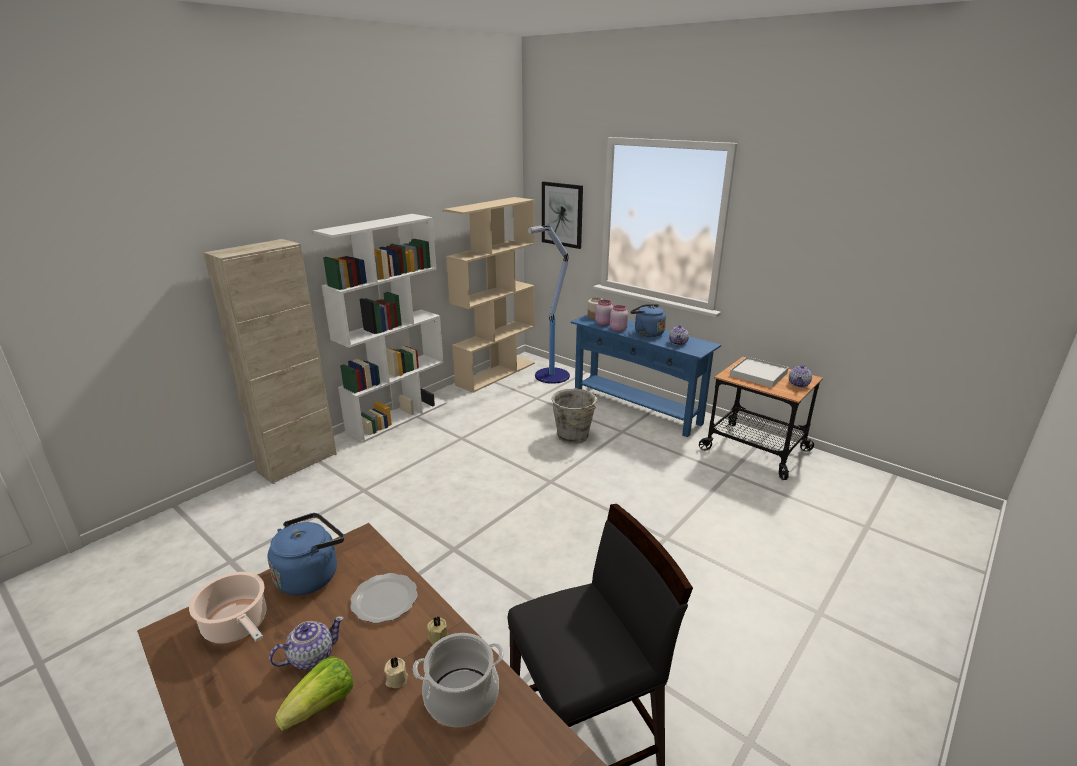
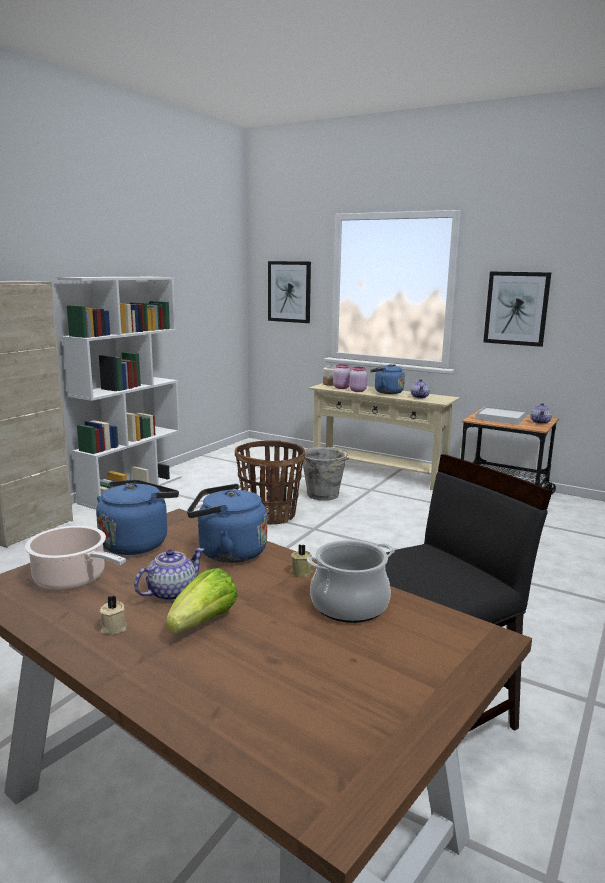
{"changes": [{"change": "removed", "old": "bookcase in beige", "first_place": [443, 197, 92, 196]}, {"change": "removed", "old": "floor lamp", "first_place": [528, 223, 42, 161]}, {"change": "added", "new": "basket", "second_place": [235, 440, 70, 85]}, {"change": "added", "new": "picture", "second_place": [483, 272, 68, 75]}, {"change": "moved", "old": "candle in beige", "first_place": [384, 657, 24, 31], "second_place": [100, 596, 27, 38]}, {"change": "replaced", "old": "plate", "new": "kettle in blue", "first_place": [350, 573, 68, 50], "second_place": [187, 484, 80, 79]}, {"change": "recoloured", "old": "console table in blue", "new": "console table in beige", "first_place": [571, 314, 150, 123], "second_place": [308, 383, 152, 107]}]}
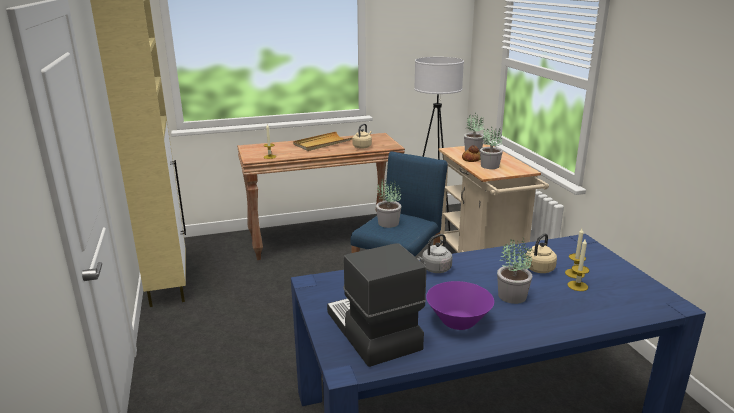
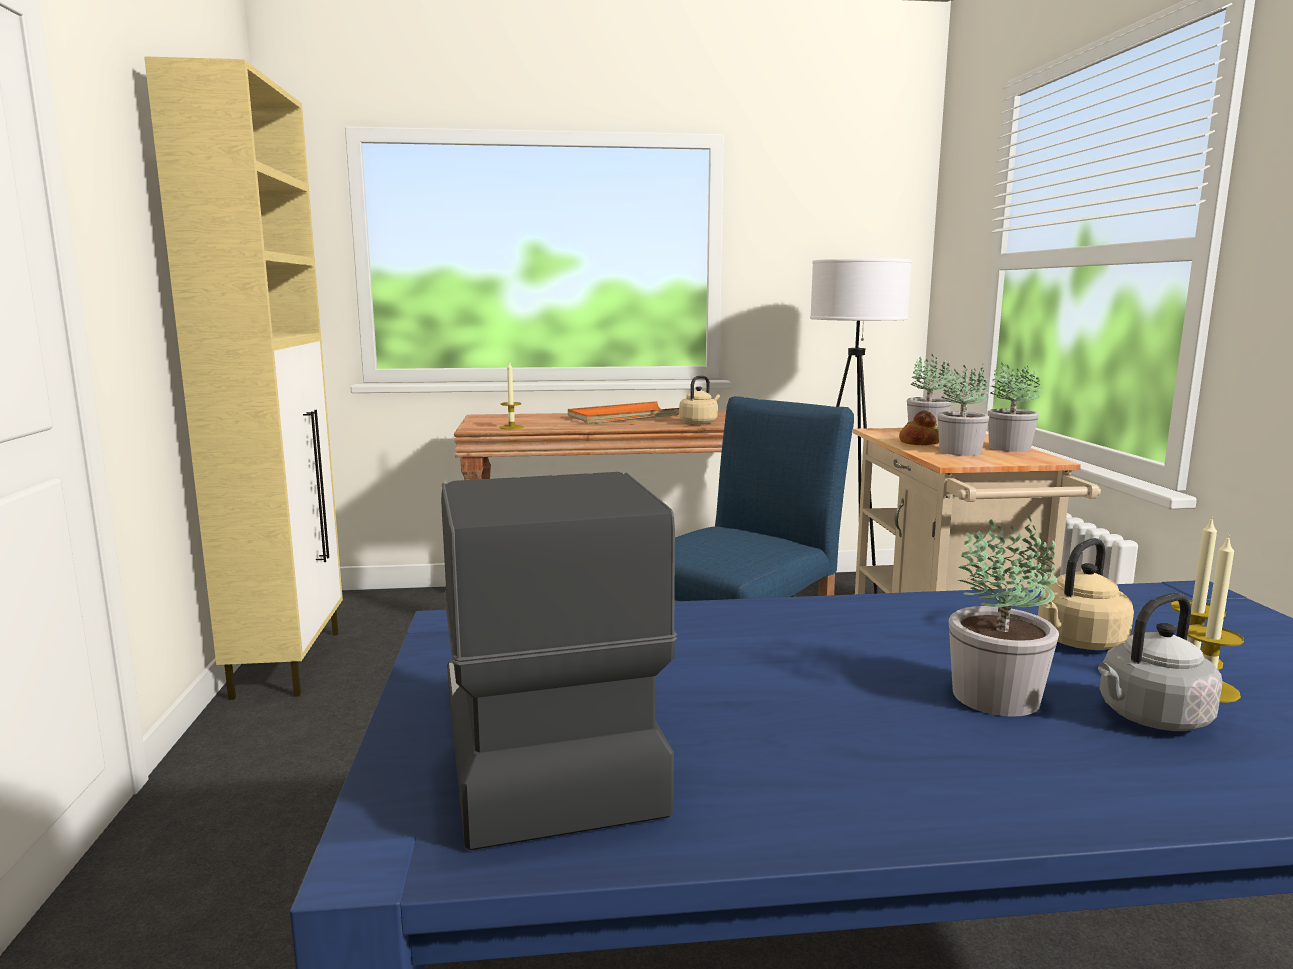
{"changes": [{"change": "removed", "old": "bowl in purple", "first_place": [426, 281, 68, 49]}, {"change": "moved", "old": "potted plant", "first_place": [376, 179, 26, 49], "second_place": [987, 361, 54, 91]}, {"change": "moved", "old": "kettle in grey", "first_place": [417, 234, 35, 39], "second_place": [1098, 593, 125, 138]}, {"change": "recoloured", "old": "tray in beige", "new": "tray in orange", "first_place": [293, 132, 60, 19], "second_place": [568, 401, 111, 23]}]}
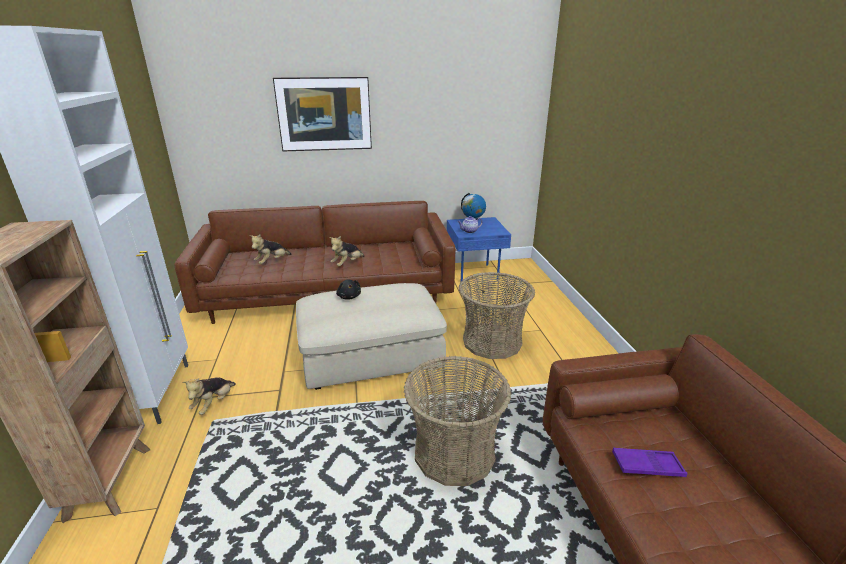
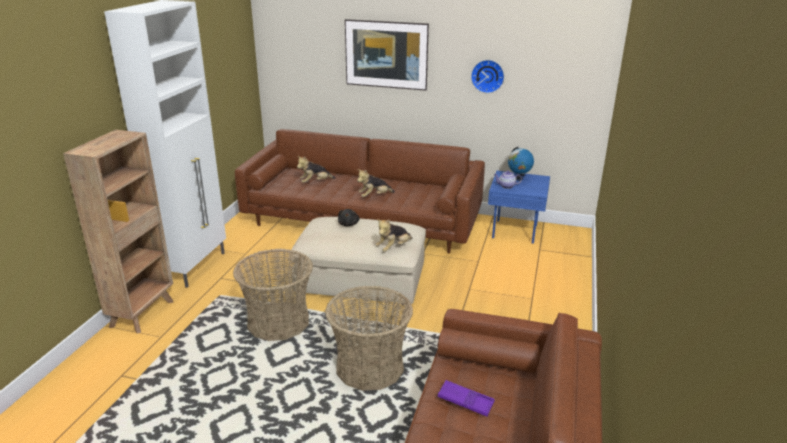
{"changes": [{"change": "added", "new": "wall clock", "second_place": [471, 60, 33, 33]}, {"change": "moved", "old": "plush toy", "first_place": [182, 377, 54, 38], "second_place": [375, 220, 37, 32]}, {"change": "moved", "old": "basket", "first_place": [459, 272, 76, 87], "second_place": [233, 249, 80, 92]}]}
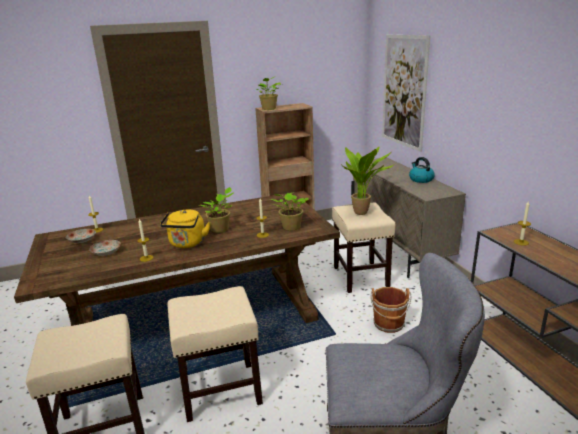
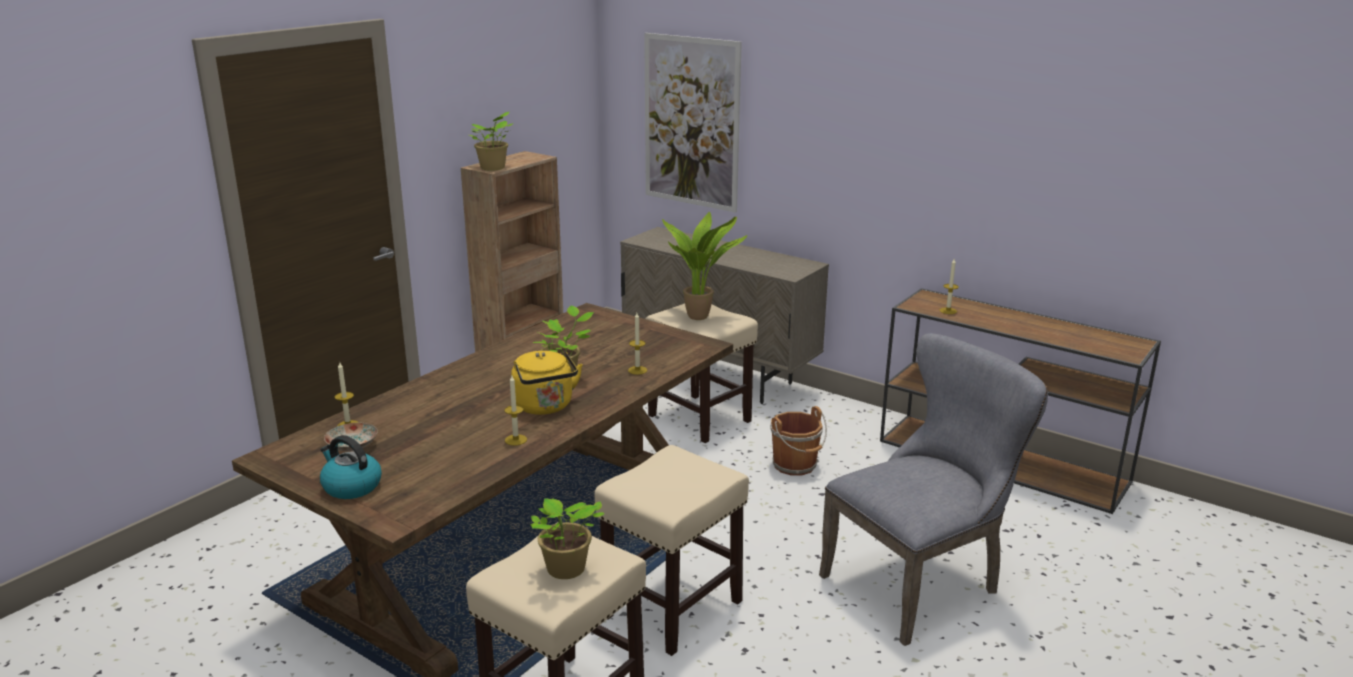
{"changes": [{"change": "removed", "old": "plate", "first_place": [89, 240, 32, 16]}, {"change": "moved", "old": "potted plant", "first_place": [270, 193, 39, 38], "second_place": [531, 498, 73, 81]}, {"change": "moved", "old": "kettle", "first_place": [409, 157, 26, 26], "second_place": [320, 435, 62, 64]}]}
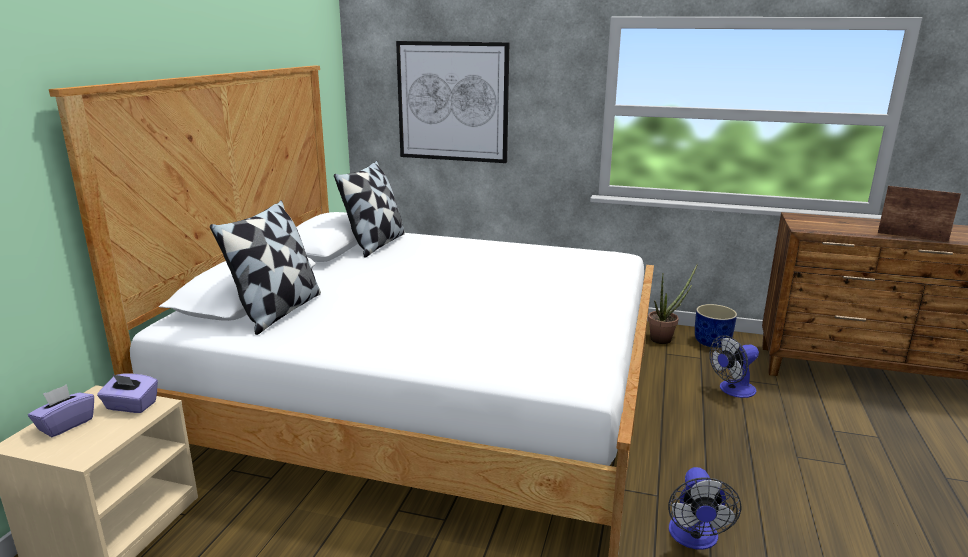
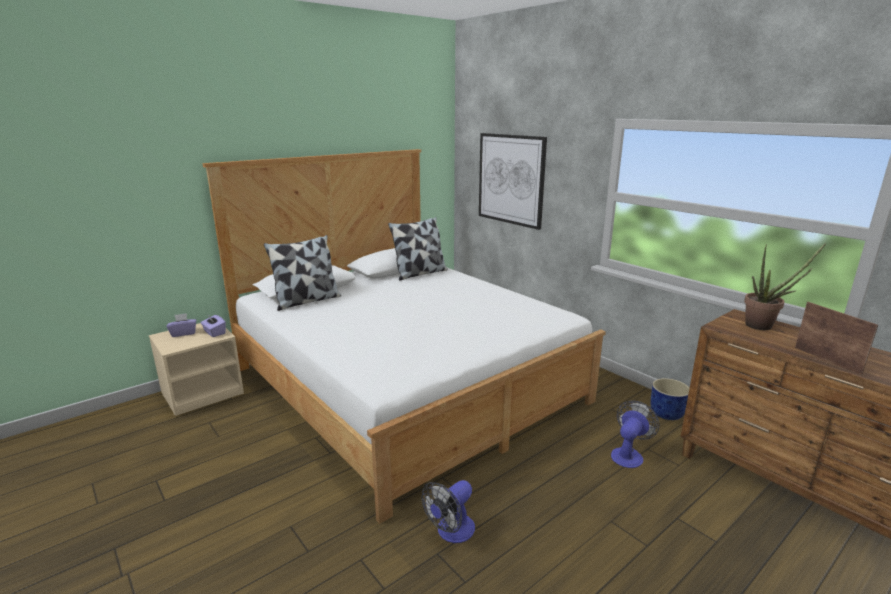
{"changes": [{"change": "moved", "old": "potted plant", "first_place": [648, 263, 50, 81], "second_place": [744, 243, 82, 87]}, {"change": "turned", "old": "fan", "first_place": [709, 335, 50, 63], "second_place": [611, 401, 48, 67], "degrees": 120}]}
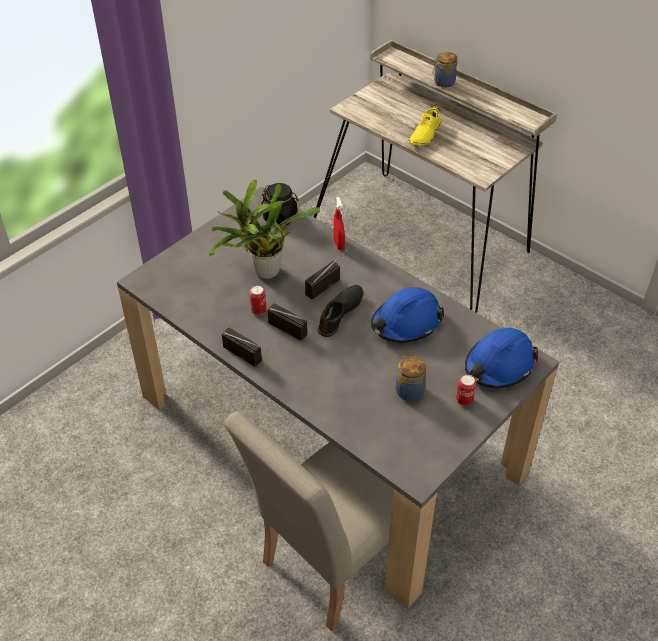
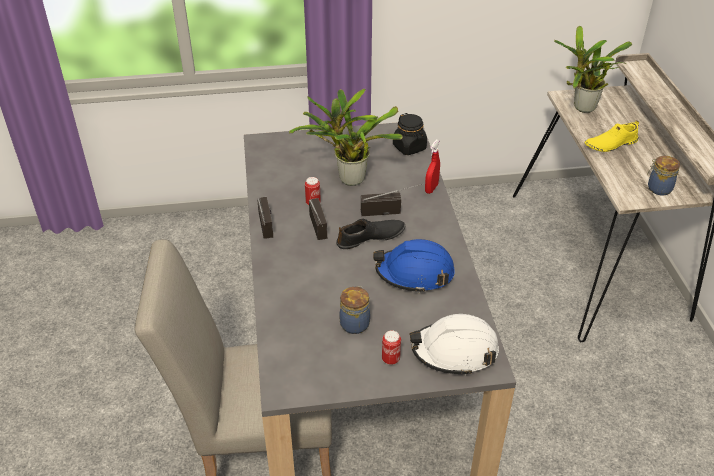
{"changes": [{"change": "added", "new": "potted plant", "second_place": [554, 26, 78, 87]}, {"change": "moved", "old": "jar", "first_place": [432, 52, 25, 36], "second_place": [647, 156, 33, 40]}, {"change": "recoloured", "old": "hard hat in blue", "new": "hard hat in white", "first_place": [465, 328, 73, 60], "second_place": [410, 314, 89, 62]}]}
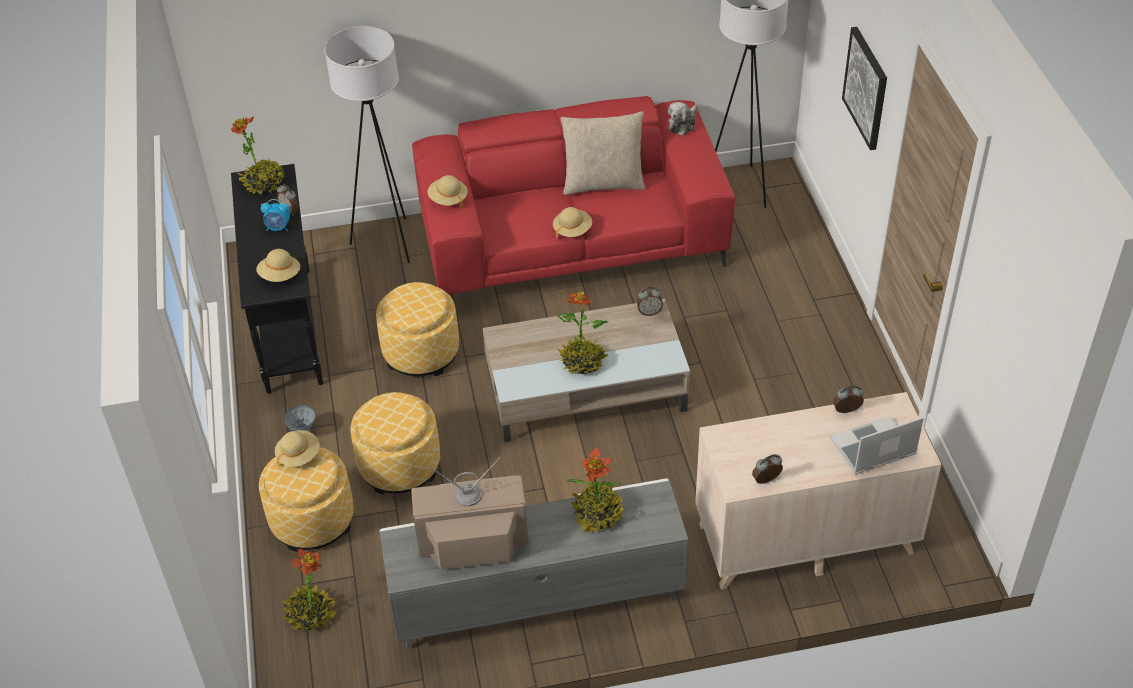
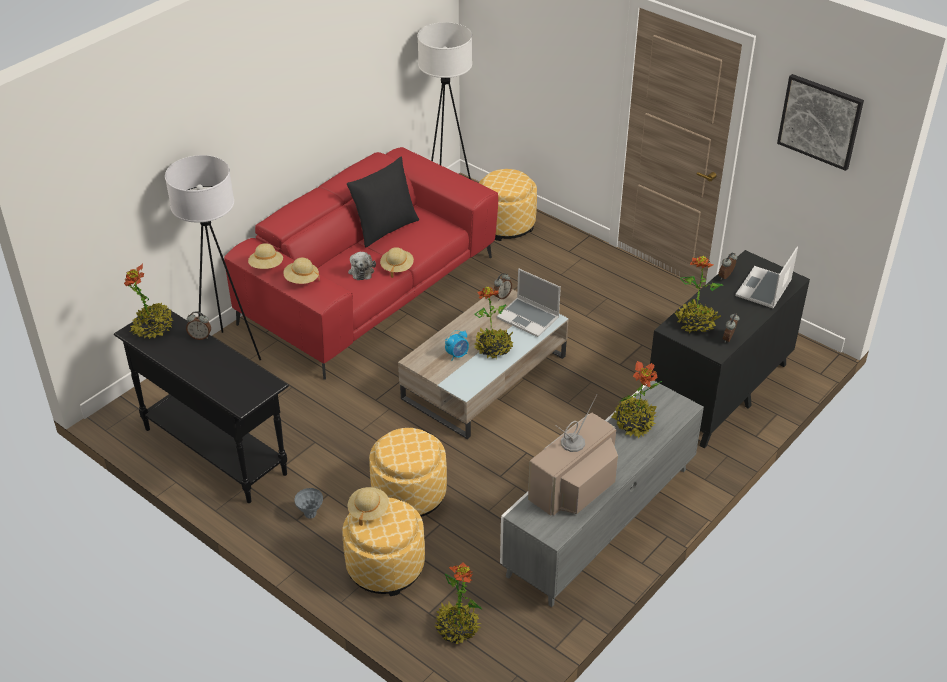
{"changes": [{"change": "added", "new": "laptop", "second_place": [496, 268, 65, 69]}, {"change": "added", "new": "potted plant", "second_place": [675, 256, 48, 77]}, {"change": "moved", "old": "hat in beige", "first_place": [256, 249, 44, 33], "second_place": [248, 243, 35, 26]}, {"change": "moved", "old": "alarm clock", "first_place": [261, 199, 29, 32], "second_place": [445, 330, 24, 31]}, {"change": "moved", "old": "ottoman", "first_place": [376, 282, 83, 94], "second_place": [479, 169, 58, 72]}, {"change": "moved", "old": "plush toy", "first_place": [668, 102, 30, 34], "second_place": [348, 252, 28, 28]}, {"change": "moved", "old": "picture", "first_place": [842, 27, 45, 123], "second_place": [777, 74, 87, 97]}, {"change": "recoloured", "old": "pillow in beige", "new": "pillow in black", "first_place": [561, 111, 85, 84], "second_place": [347, 157, 72, 90]}, {"change": "recoloured", "old": "dresser in beige", "new": "dresser in black", "first_place": [695, 392, 247, 198], "second_place": [650, 250, 160, 199]}]}
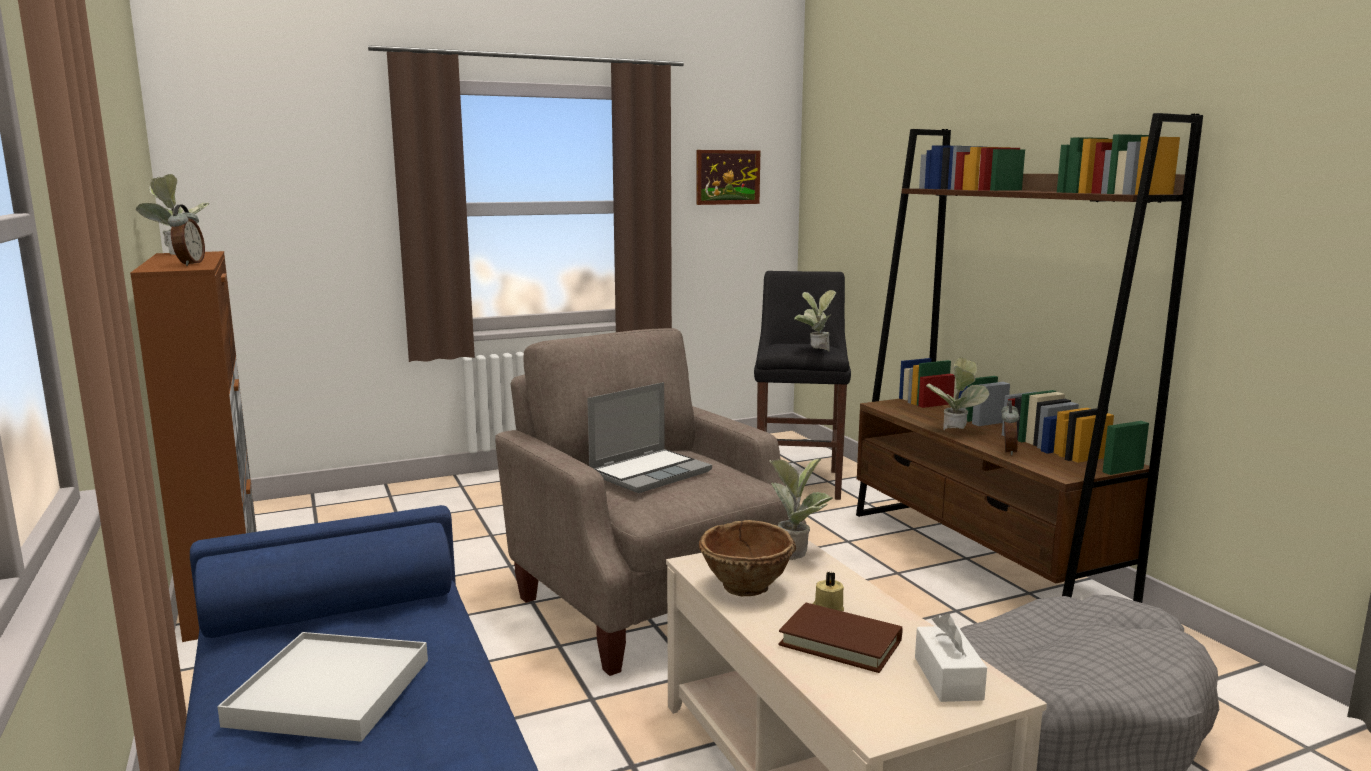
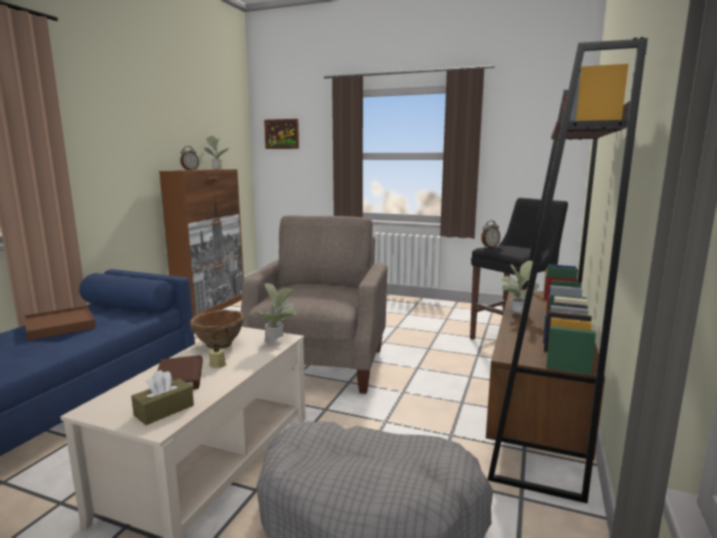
{"changes": [{"change": "removed", "old": "laptop", "first_place": [587, 382, 125, 111]}, {"change": "removed", "old": "potted plant", "first_place": [794, 290, 42, 61]}, {"change": "moved", "old": "picture", "first_place": [696, 150, 64, 55], "second_place": [264, 119, 35, 30]}, {"change": "moved", "old": "alarm clock", "first_place": [1001, 400, 19, 56], "second_place": [481, 220, 19, 28]}, {"change": "recoloured", "old": "tray in white", "new": "tray in brown", "first_place": [217, 632, 211, 110], "second_place": [24, 306, 72, 34]}, {"change": "recoloured", "old": "tissue box in white", "new": "tissue box in brown", "first_place": [915, 613, 72, 89], "second_place": [131, 370, 63, 55]}]}
